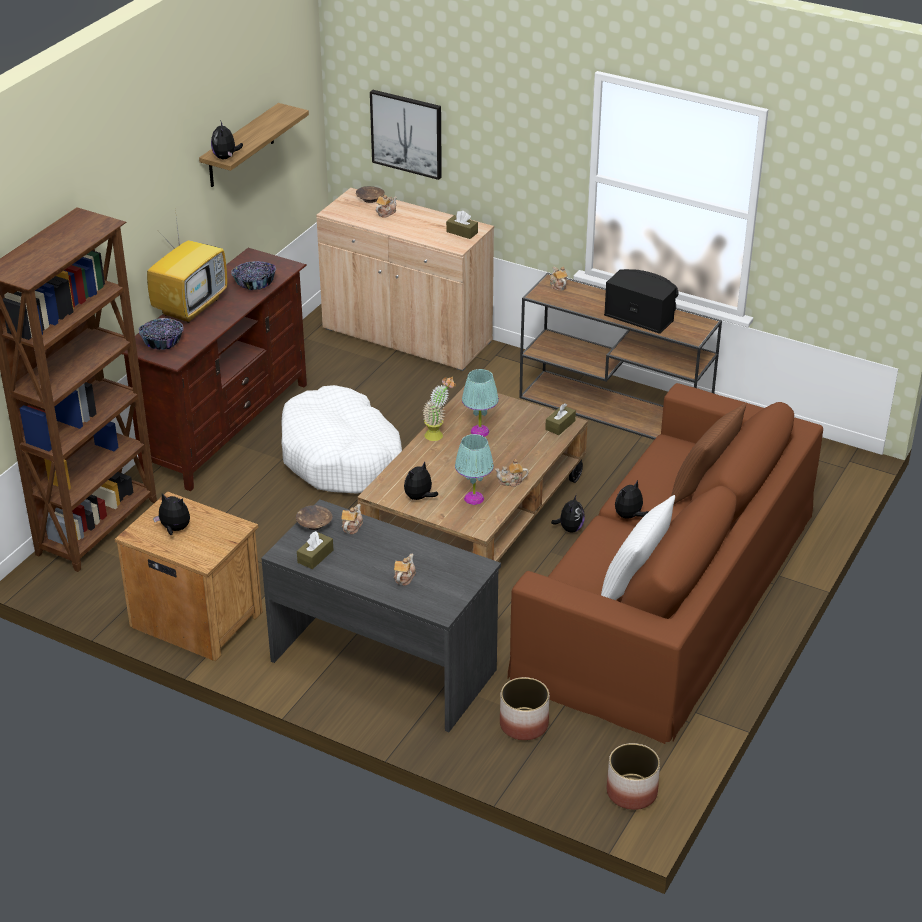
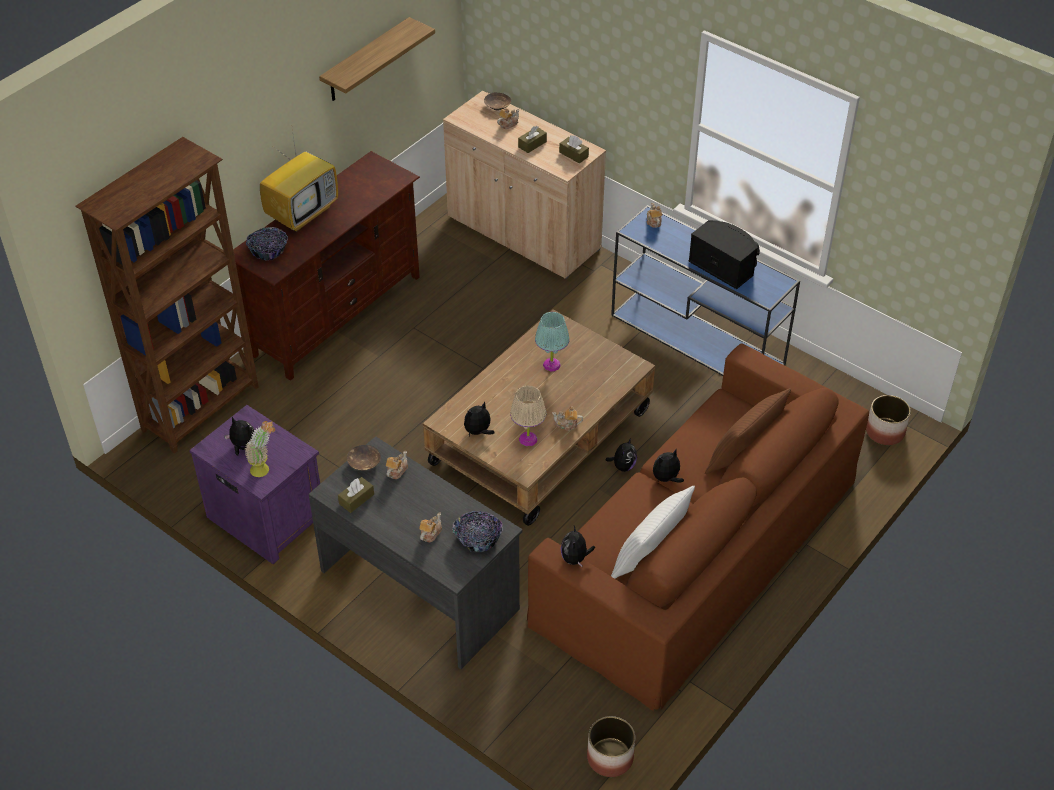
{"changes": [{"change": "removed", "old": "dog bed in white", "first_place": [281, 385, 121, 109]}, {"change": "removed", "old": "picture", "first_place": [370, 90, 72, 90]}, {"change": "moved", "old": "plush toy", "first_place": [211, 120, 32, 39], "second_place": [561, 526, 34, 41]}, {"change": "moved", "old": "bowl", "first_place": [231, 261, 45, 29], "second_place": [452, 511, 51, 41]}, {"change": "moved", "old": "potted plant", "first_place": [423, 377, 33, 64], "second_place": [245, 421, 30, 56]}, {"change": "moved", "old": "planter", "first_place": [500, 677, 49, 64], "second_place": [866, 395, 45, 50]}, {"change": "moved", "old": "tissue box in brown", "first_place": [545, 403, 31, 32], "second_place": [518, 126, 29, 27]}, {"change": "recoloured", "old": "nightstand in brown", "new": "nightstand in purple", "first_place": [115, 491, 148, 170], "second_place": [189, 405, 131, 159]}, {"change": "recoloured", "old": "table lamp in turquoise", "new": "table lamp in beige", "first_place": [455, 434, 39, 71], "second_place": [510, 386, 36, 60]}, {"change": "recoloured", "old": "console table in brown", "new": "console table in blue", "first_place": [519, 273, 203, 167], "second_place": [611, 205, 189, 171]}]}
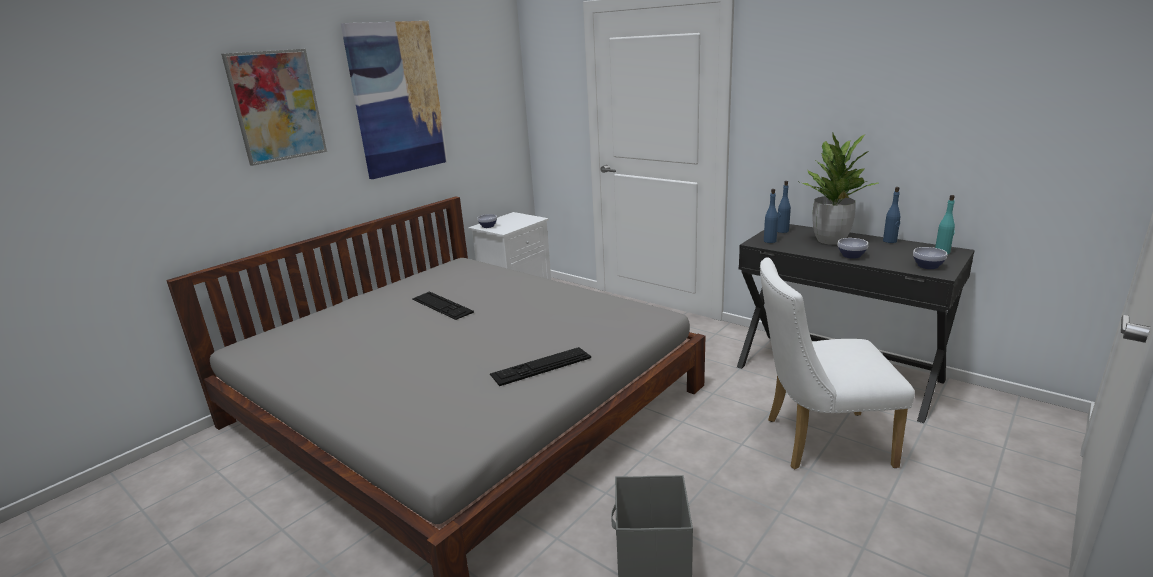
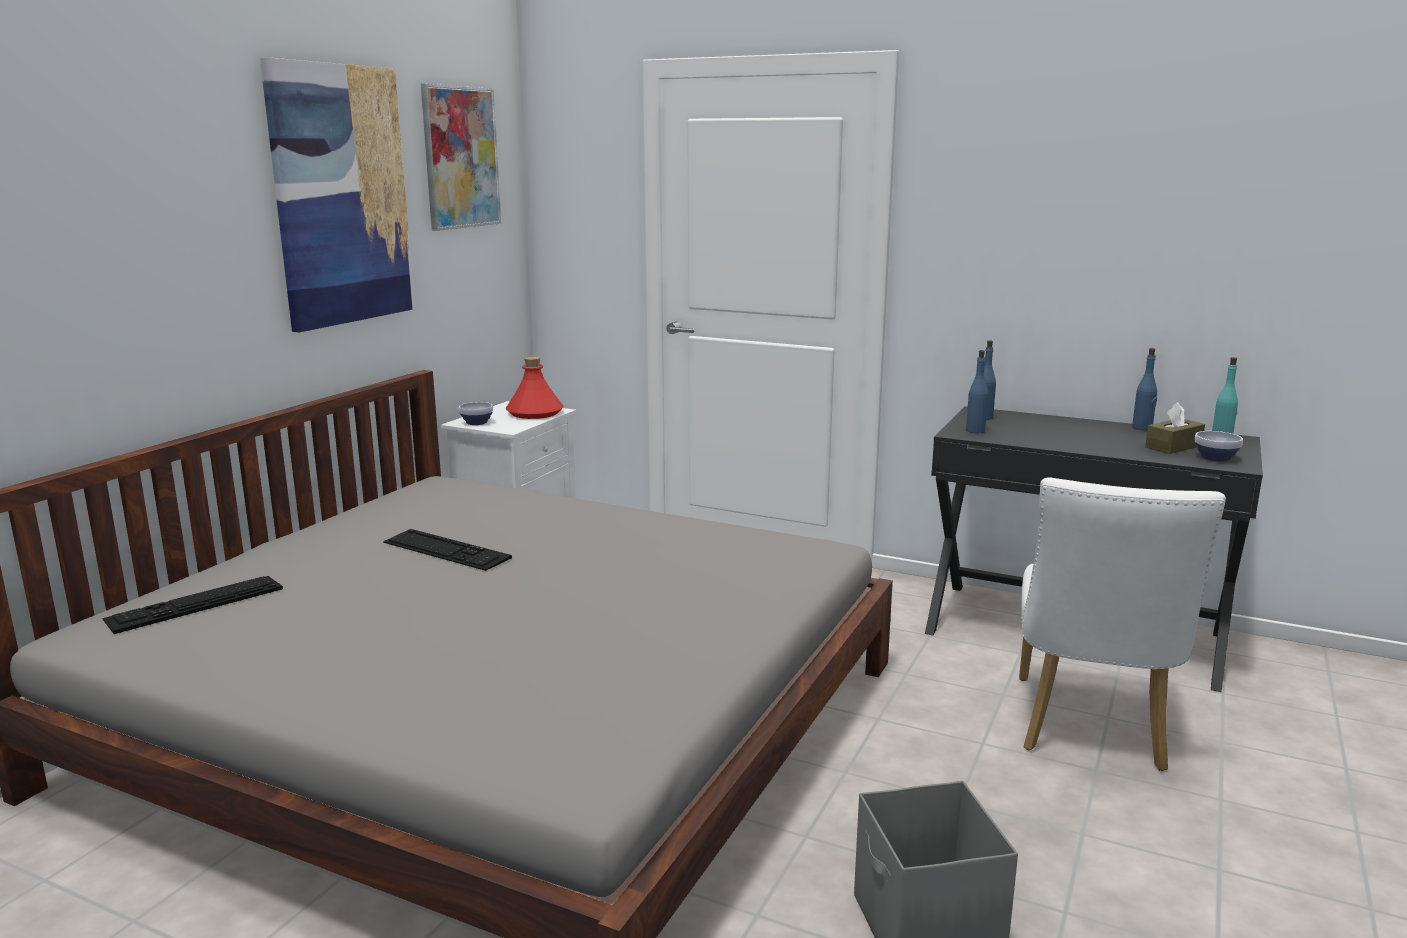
{"changes": [{"change": "removed", "old": "potted plant", "first_place": [800, 133, 79, 112]}, {"change": "removed", "old": "bowl", "first_place": [838, 238, 30, 21]}, {"change": "added", "new": "bottle in red", "second_place": [506, 357, 57, 62]}, {"change": "added", "new": "tissue box in brown", "second_place": [1145, 402, 60, 52]}, {"change": "moved", "old": "picture", "first_place": [221, 49, 106, 117], "second_place": [421, 84, 80, 147]}, {"change": "moved", "old": "keyboard", "first_place": [490, 347, 101, 39], "second_place": [102, 576, 181, 58]}, {"change": "turned", "old": "chair in white", "first_place": [760, 257, 155, 212], "second_place": [1019, 477, 207, 294], "degrees": -60}]}
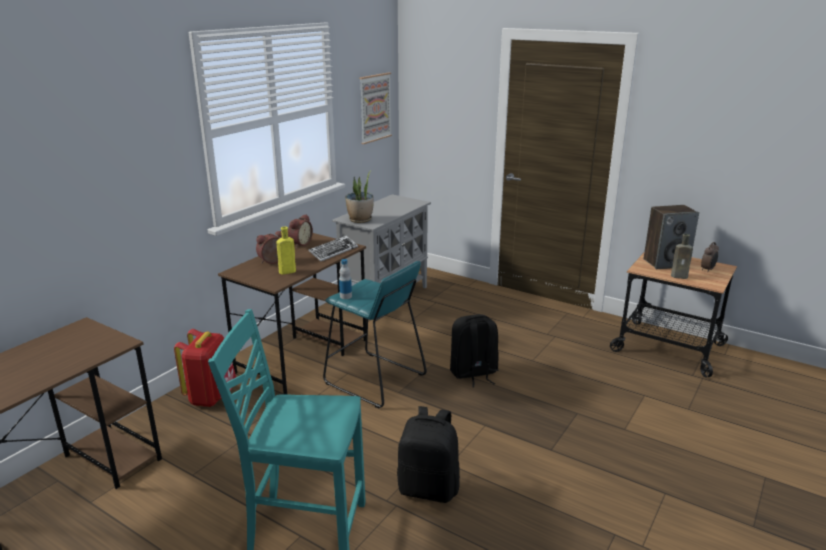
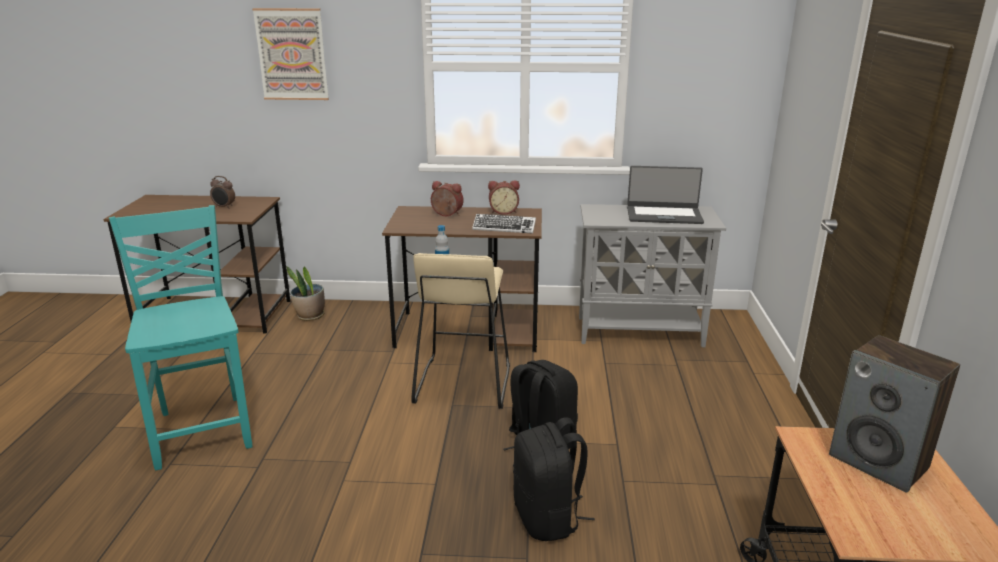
{"changes": [{"change": "removed", "old": "backpack in red", "first_place": [174, 329, 62, 78]}, {"change": "removed", "old": "bottle in yellow", "first_place": [276, 227, 20, 48]}, {"change": "removed", "old": "bottle in brown", "first_place": [671, 234, 22, 45]}, {"change": "added", "new": "laptop", "second_place": [627, 166, 77, 58]}, {"change": "moved", "old": "potted plant", "first_place": [345, 170, 29, 53], "second_place": [286, 266, 39, 55]}, {"change": "moved", "old": "picture", "first_place": [359, 72, 33, 72], "second_place": [252, 8, 77, 92]}, {"change": "moved", "old": "backpack in black", "first_place": [397, 406, 63, 97], "second_place": [513, 417, 82, 124]}, {"change": "moved", "old": "alarm clock", "first_place": [701, 242, 18, 30], "second_place": [210, 176, 25, 33]}, {"change": "recoloured", "old": "stool in turquoise", "new": "stool in beige", "first_place": [323, 261, 104, 148], "second_place": [411, 253, 99, 156]}]}
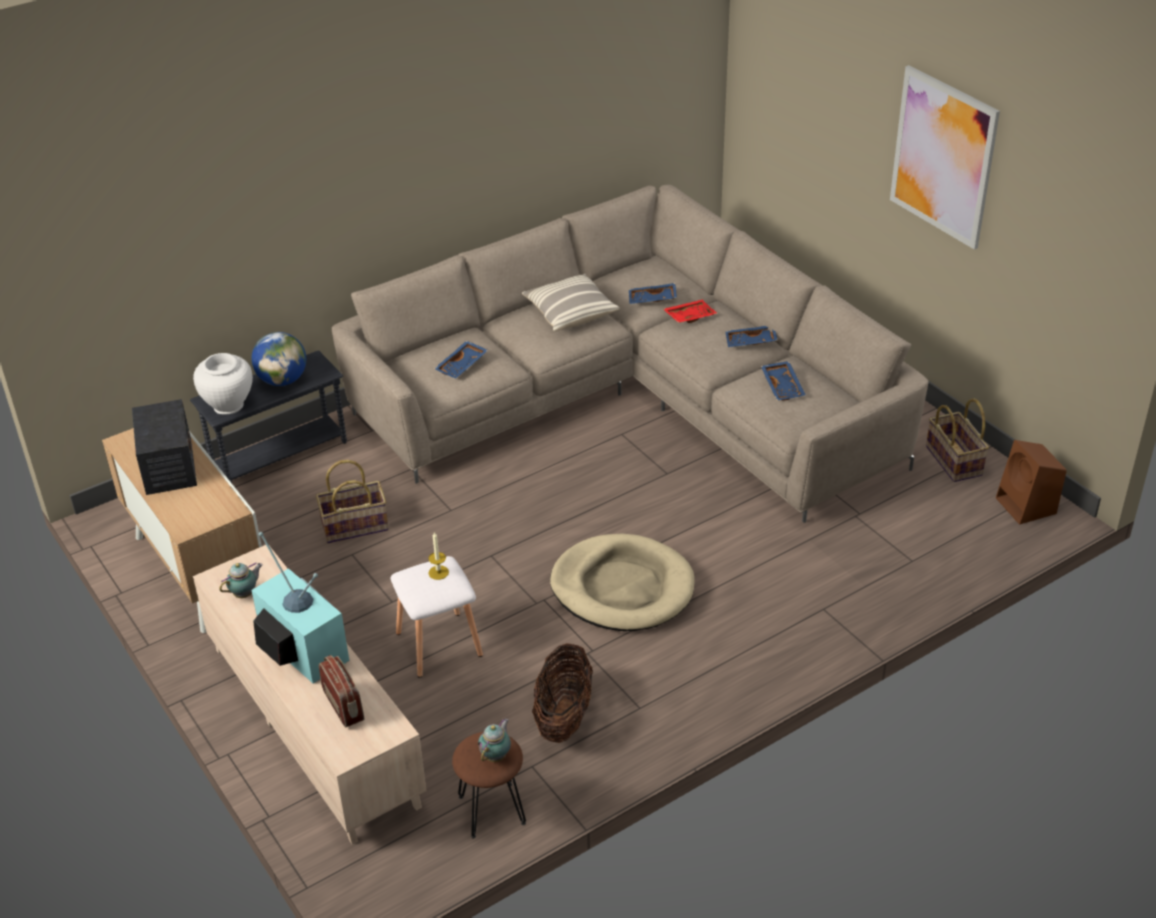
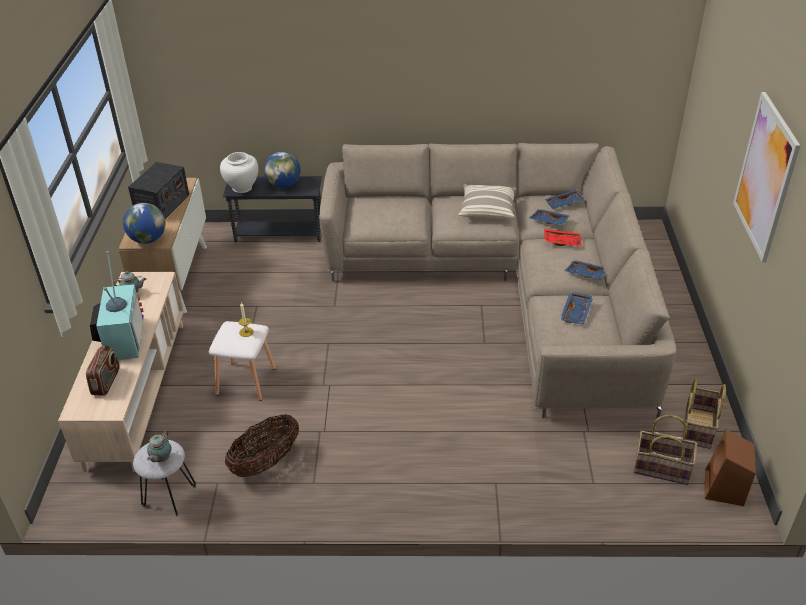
{"changes": [{"change": "removed", "old": "dog bed in beige", "first_place": [550, 533, 145, 98]}, {"change": "added", "new": "globe", "second_place": [123, 203, 42, 41]}, {"change": "moved", "old": "basket", "first_place": [316, 460, 73, 83], "second_place": [634, 414, 63, 71]}, {"change": "moved", "old": "tray in blue", "first_place": [434, 340, 54, 38], "second_place": [545, 189, 40, 20]}, {"change": "recoloured", "old": "stool in brown", "new": "stool in grey", "first_place": [452, 732, 74, 106], "second_place": [133, 440, 63, 76]}, {"change": "turned", "old": "teapot", "first_place": [478, 719, 33, 43], "second_place": [147, 431, 25, 31], "degrees": 135}]}
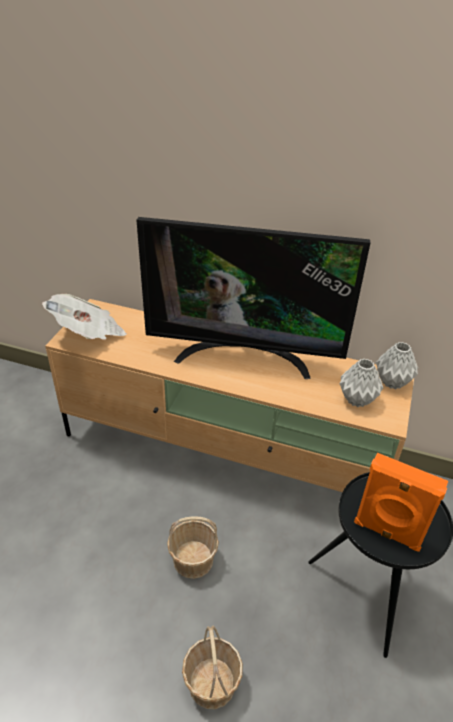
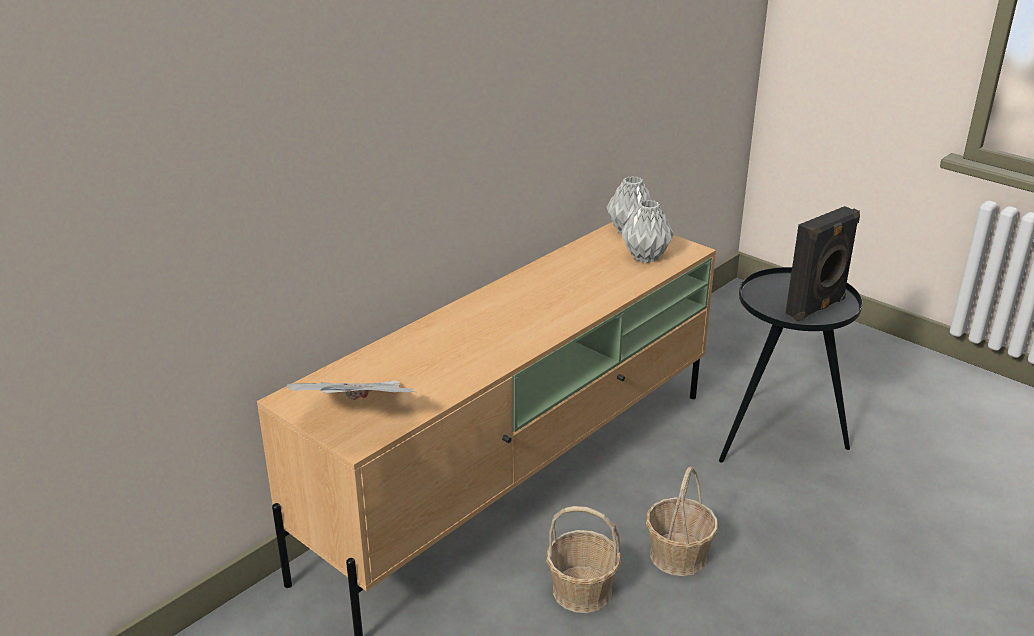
{"changes": [{"change": "removed", "old": "television", "first_place": [136, 217, 234, 162]}, {"change": "moved", "old": "basket", "first_place": [182, 626, 61, 83], "second_place": [546, 506, 75, 107]}, {"change": "recoloured", "old": "speaker in orange", "new": "speaker in black", "first_place": [354, 453, 94, 99], "second_place": [785, 206, 75, 115]}]}
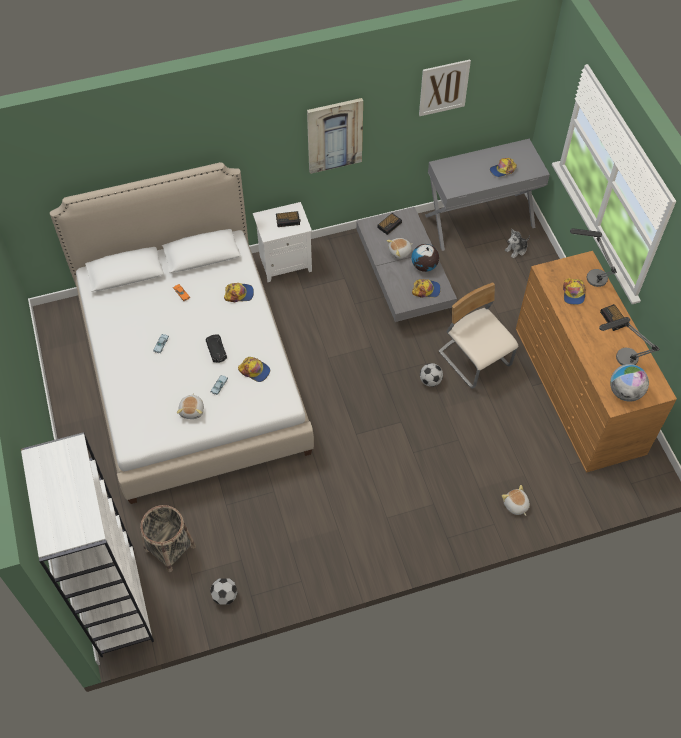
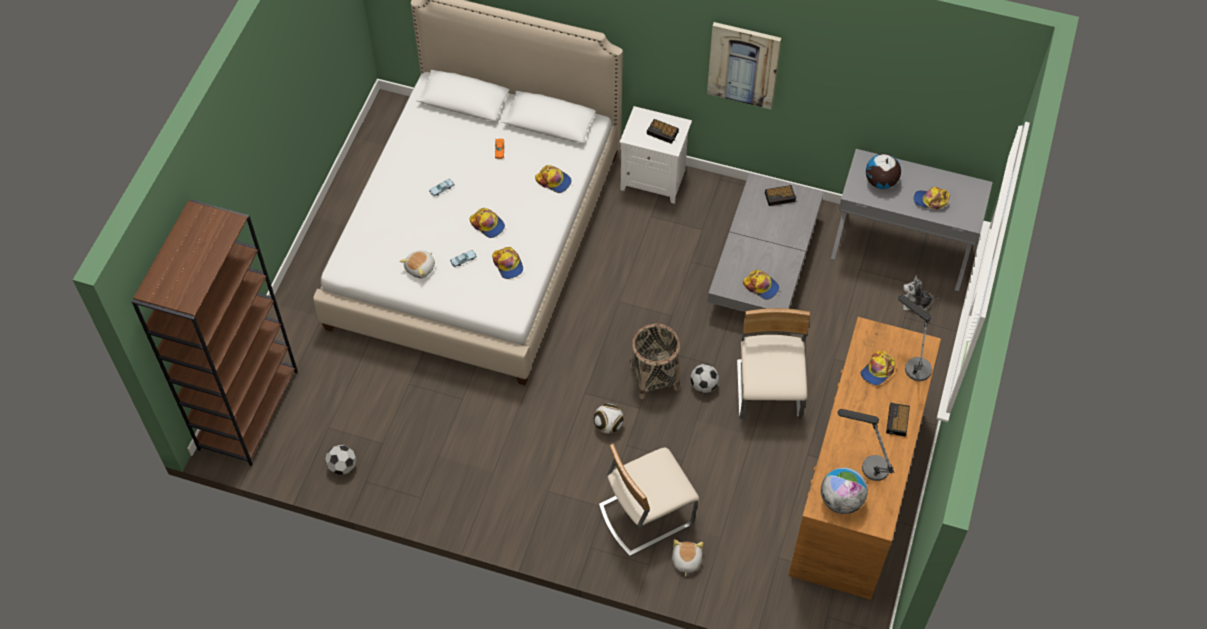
{"changes": [{"change": "removed", "old": "plush toy", "first_place": [386, 238, 26, 21]}, {"change": "removed", "old": "picture", "first_place": [419, 59, 52, 57]}, {"change": "added", "new": "football", "second_place": [594, 404, 29, 30]}, {"change": "added", "new": "chair in beige", "second_place": [599, 444, 100, 112]}, {"change": "moved", "old": "basket", "first_place": [140, 505, 56, 67], "second_place": [629, 324, 51, 75]}, {"change": "moved", "old": "globe", "first_place": [411, 244, 28, 28], "second_place": [866, 154, 35, 35]}, {"change": "replaced", "old": "toy car in black", "new": "cap", "first_place": [206, 334, 21, 29], "second_place": [470, 208, 35, 30]}, {"change": "recoloured", "old": "bookcase in white", "new": "bookcase in brown", "first_place": [21, 432, 133, 225], "second_place": [132, 199, 166, 267]}]}
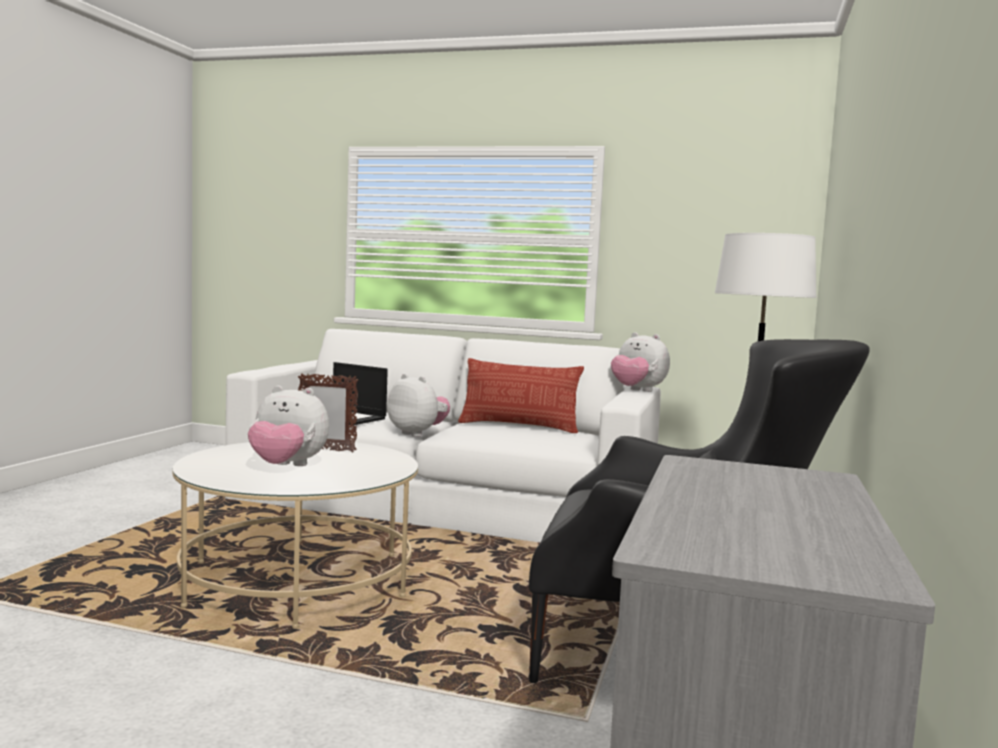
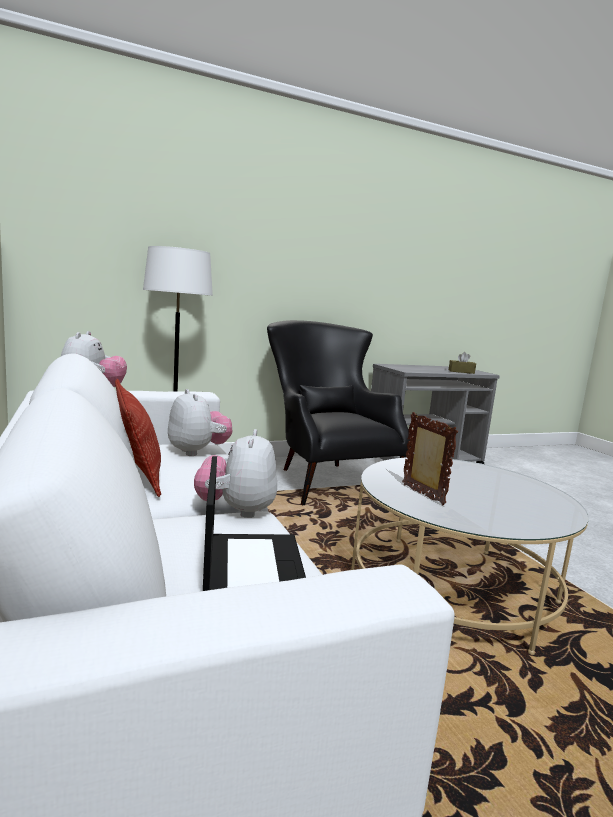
{"changes": [{"change": "added", "new": "tissue box in brown", "second_place": [449, 352, 27, 22]}, {"change": "moved", "old": "plush toy", "first_place": [248, 385, 81, 81], "second_place": [168, 389, 64, 67]}]}
